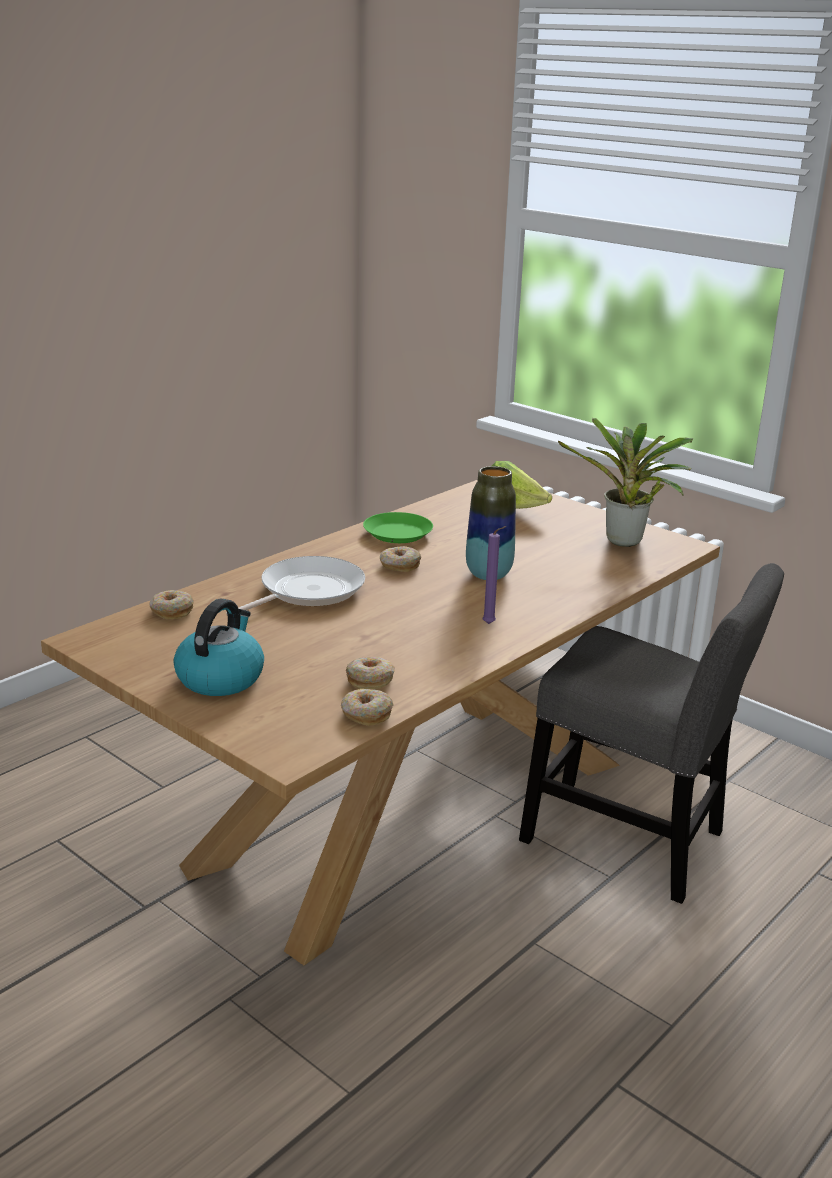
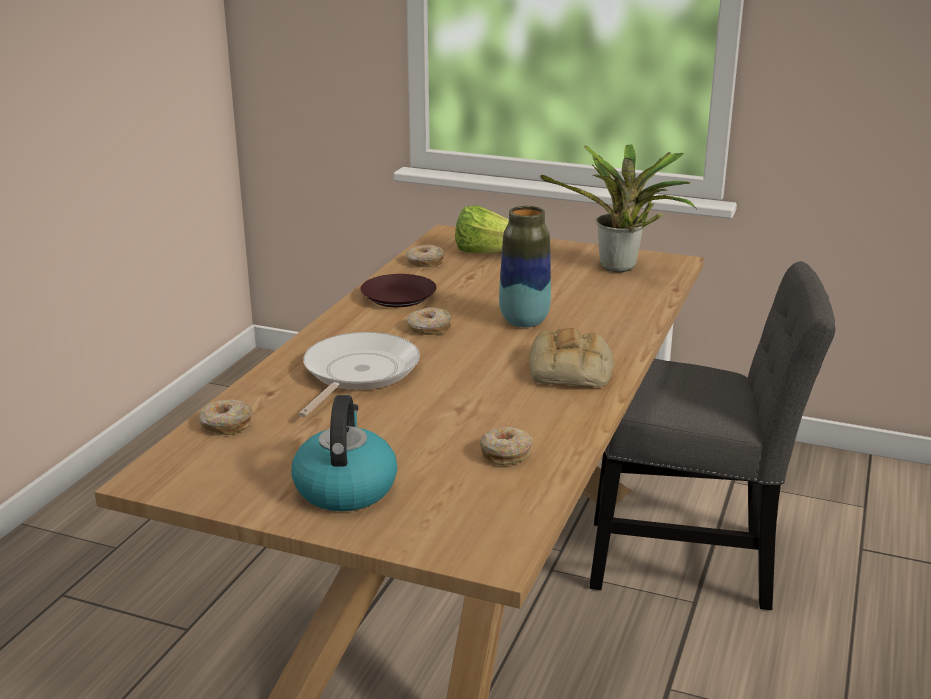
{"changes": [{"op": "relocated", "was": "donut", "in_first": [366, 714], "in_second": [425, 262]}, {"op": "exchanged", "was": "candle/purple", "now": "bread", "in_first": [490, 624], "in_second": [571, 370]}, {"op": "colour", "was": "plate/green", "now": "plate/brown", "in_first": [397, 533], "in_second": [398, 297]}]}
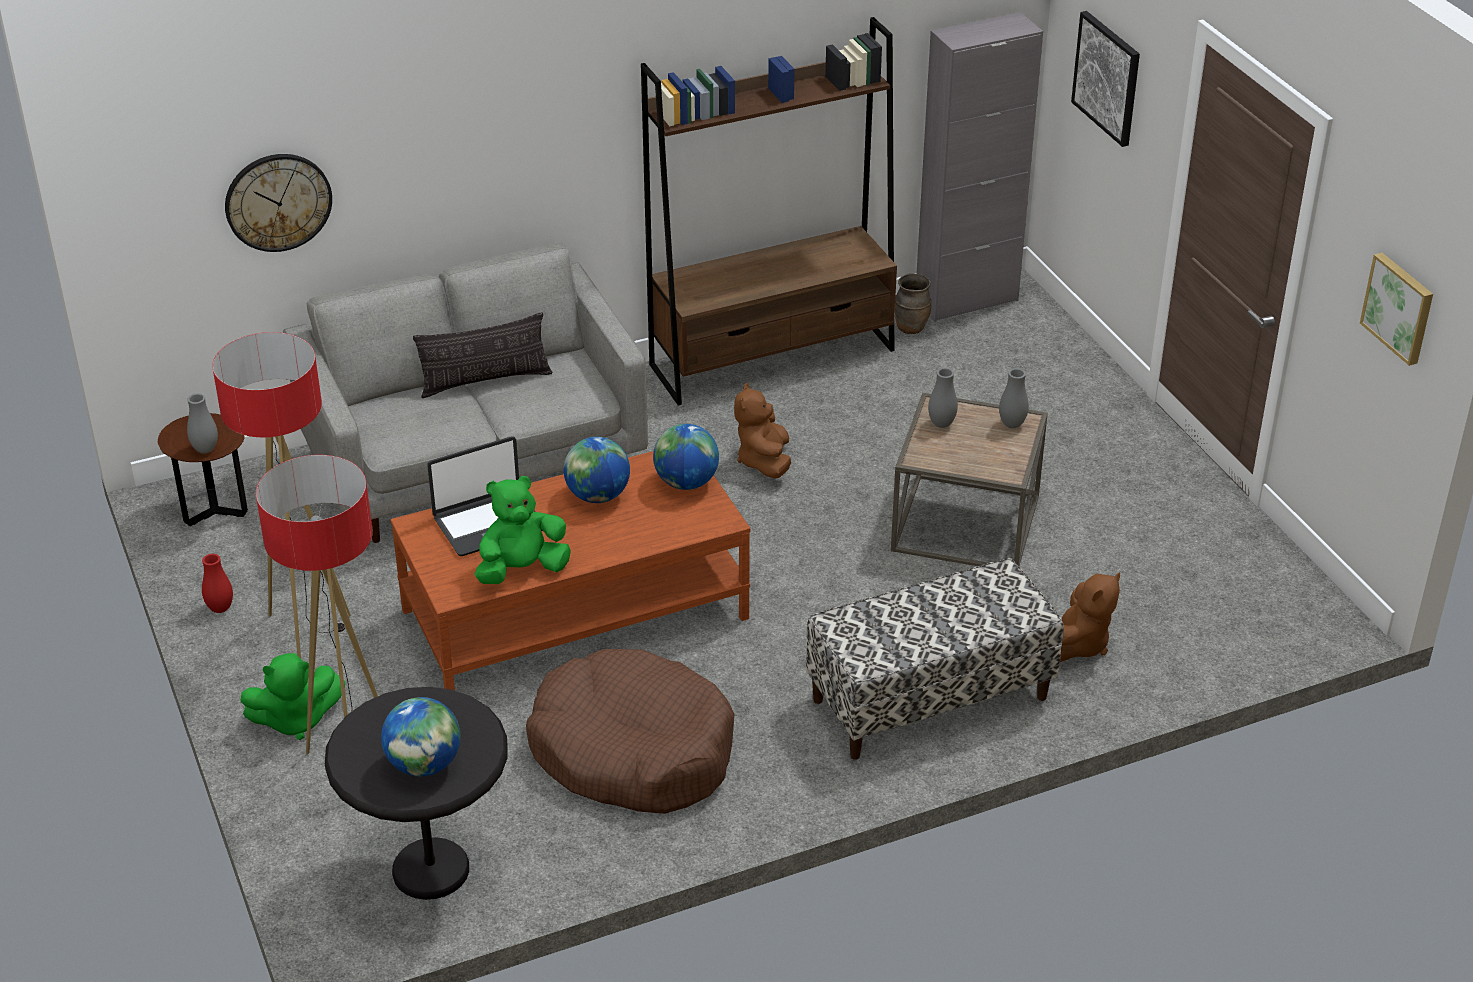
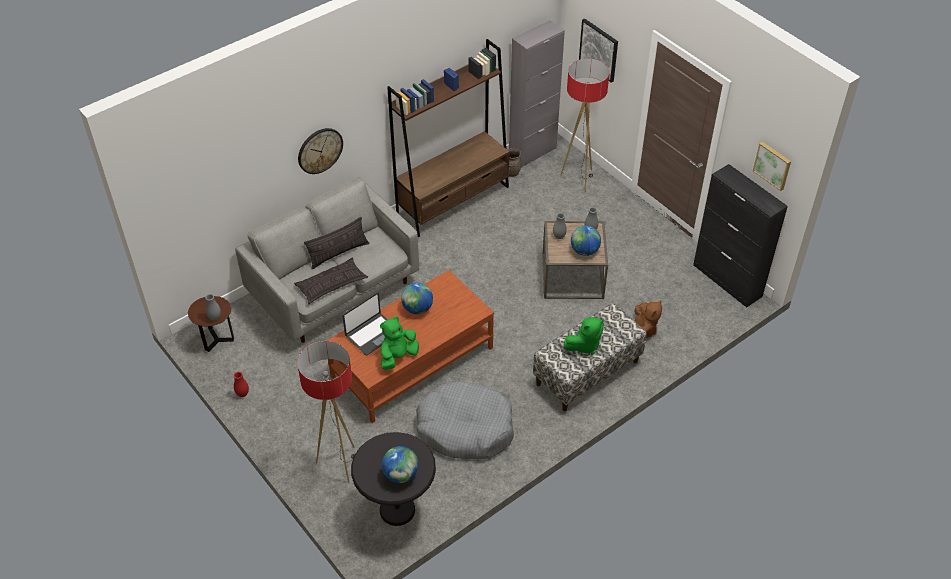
{"changes": [{"op": "missing", "was": "plush toy/brown", "in_first": [764, 461]}, {"op": "appeared", "now": "pillow", "in_second": [331, 284]}, {"op": "appeared", "now": "cabinet/black", "in_second": [727, 281]}, {"op": "relocated", "was": "floor lamp", "in_first": [307, 631], "in_second": [579, 179]}, {"op": "relocated", "was": "wall clock", "in_first": [278, 202], "in_second": [320, 150]}, {"op": "relocated", "was": "plush toy/green", "in_first": [295, 720], "in_second": [584, 345]}, {"op": "relocated", "was": "globe", "in_first": [686, 483], "in_second": [584, 251]}, {"op": "colour", "was": "dog bed/brown", "now": "dog bed/grey", "in_first": [632, 751], "in_second": [465, 428]}]}
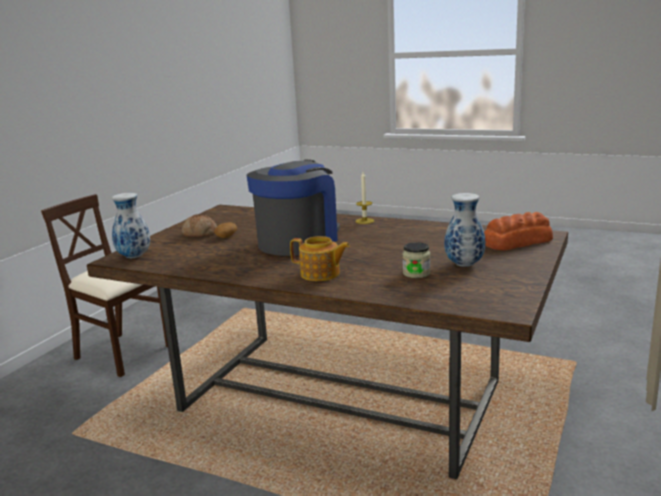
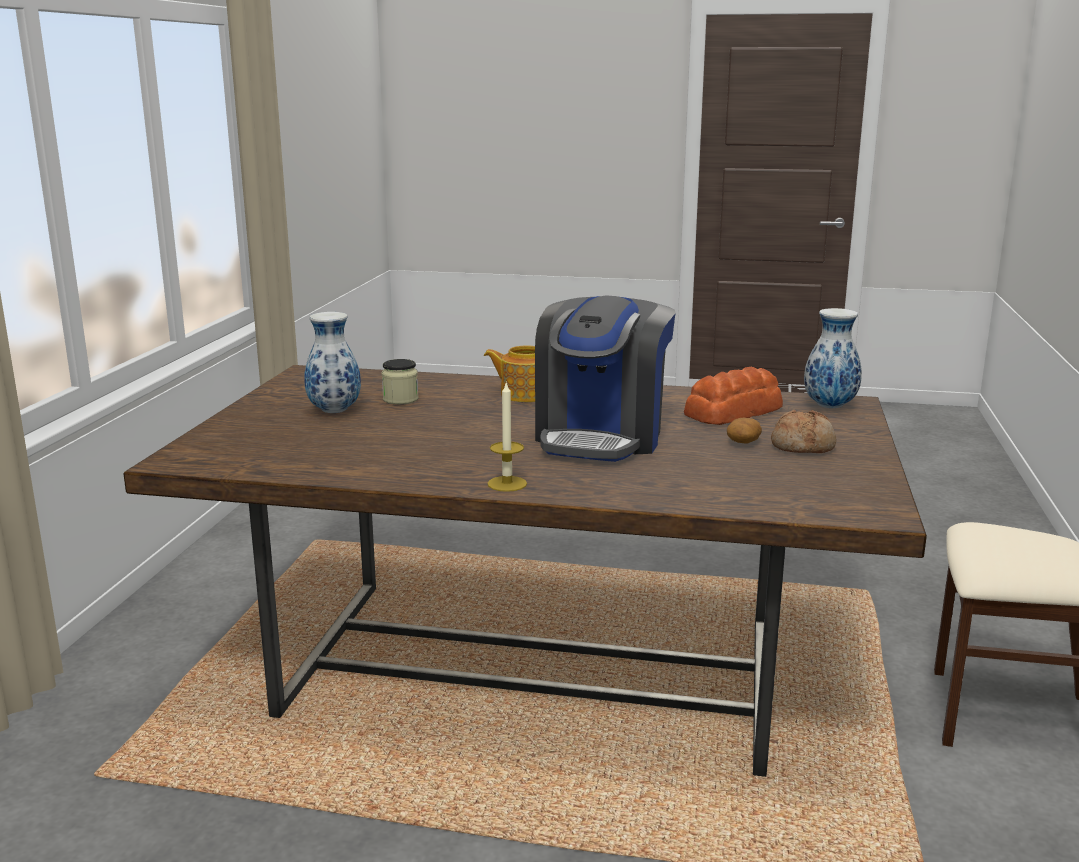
{"changes": [{"op": "relocated", "was": "bread", "in_first": [516, 242], "in_second": [734, 412]}]}
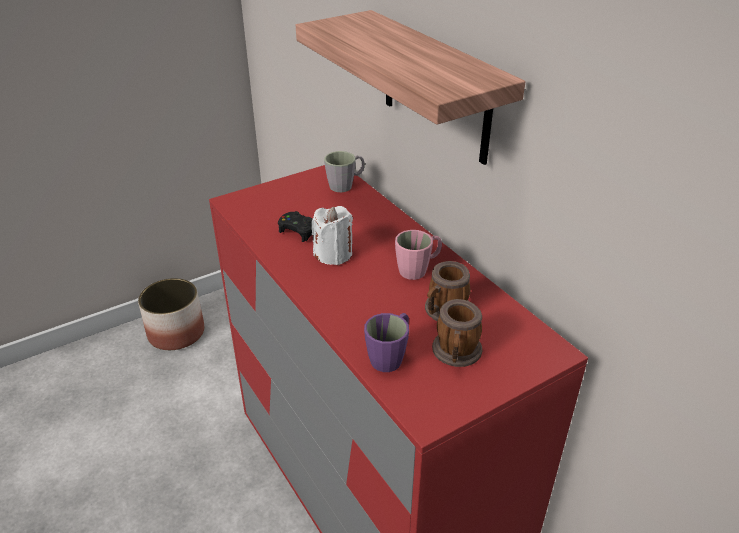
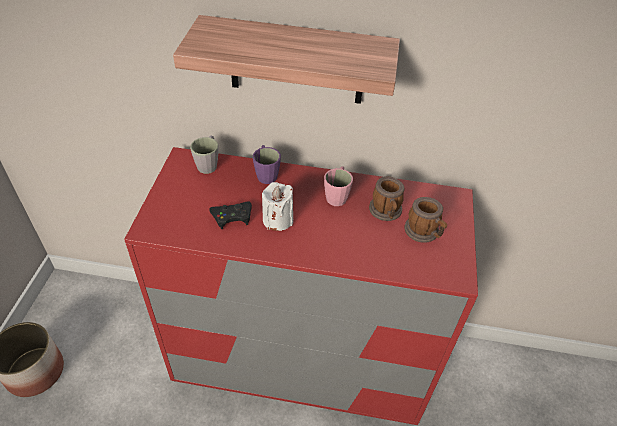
{"changes": [{"op": "relocated", "was": "mug/purple", "in_first": [390, 356], "in_second": [266, 173]}]}
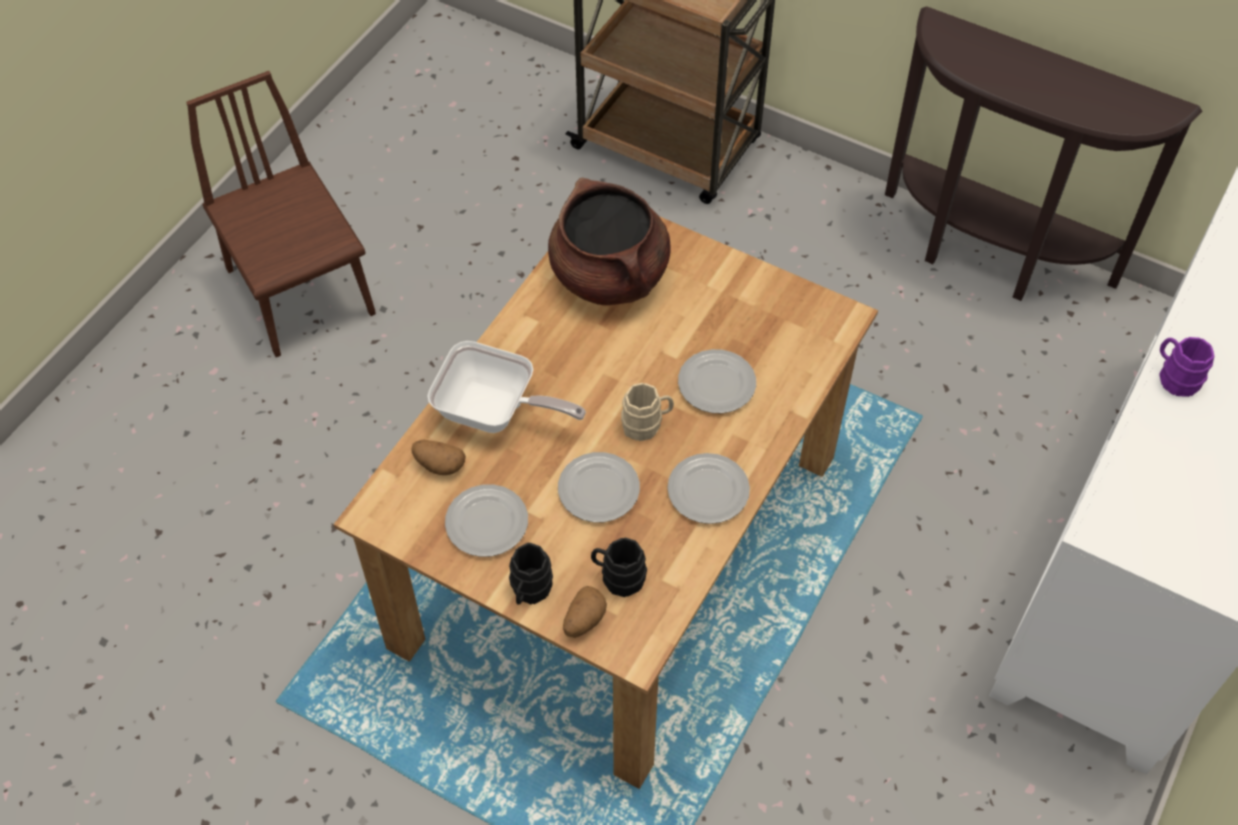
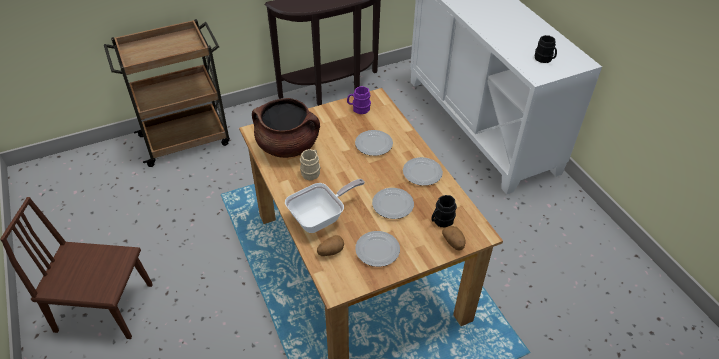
{"changes": [{"op": "relocated", "was": "mug/black", "in_first": [529, 590], "in_second": [544, 59]}, {"op": "relocated", "was": "mug/beige", "in_first": [647, 424], "in_second": [311, 171]}, {"op": "relocated", "was": "mug/purple", "in_first": [1174, 377], "in_second": [358, 109]}]}
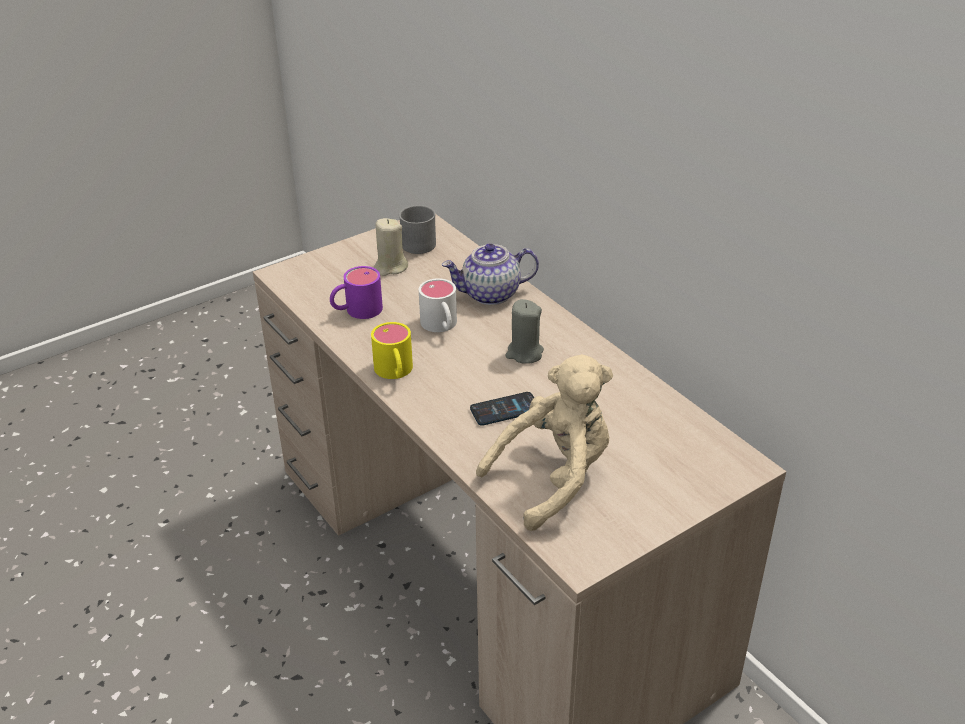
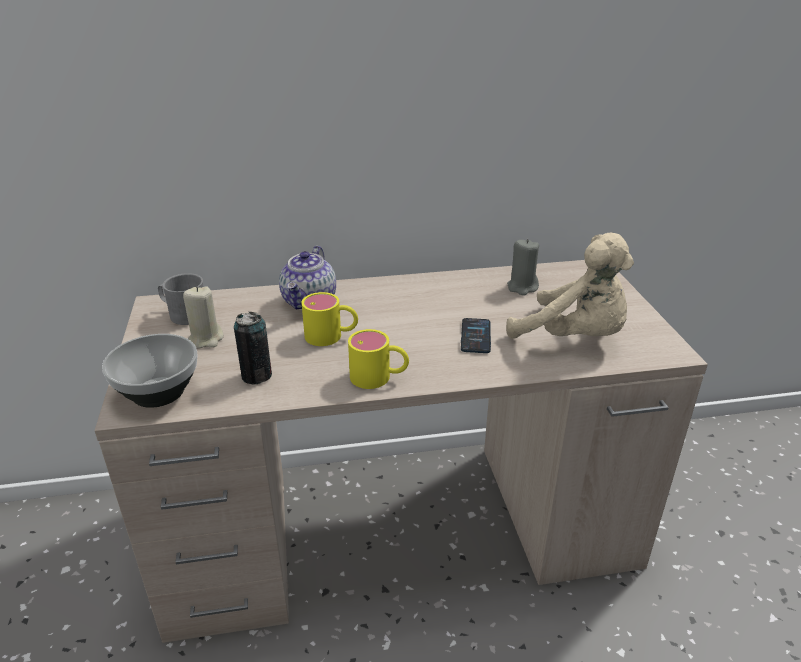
{"changes": [{"op": "appeared", "now": "bowl", "in_second": [157, 392]}, {"op": "relocated", "was": "candle/grey", "in_first": [524, 353], "in_second": [522, 287]}, {"op": "exchanged", "was": "mug/purple", "now": "can", "in_first": [356, 311], "in_second": [256, 376]}, {"op": "colour", "was": "mug/white", "now": "mug/yellow", "in_first": [441, 326], "in_second": [331, 336]}, {"op": "spun", "was": "plush toy/beige", "in_first": [554, 478], "in_second": [574, 337], "clockwise": 135}]}
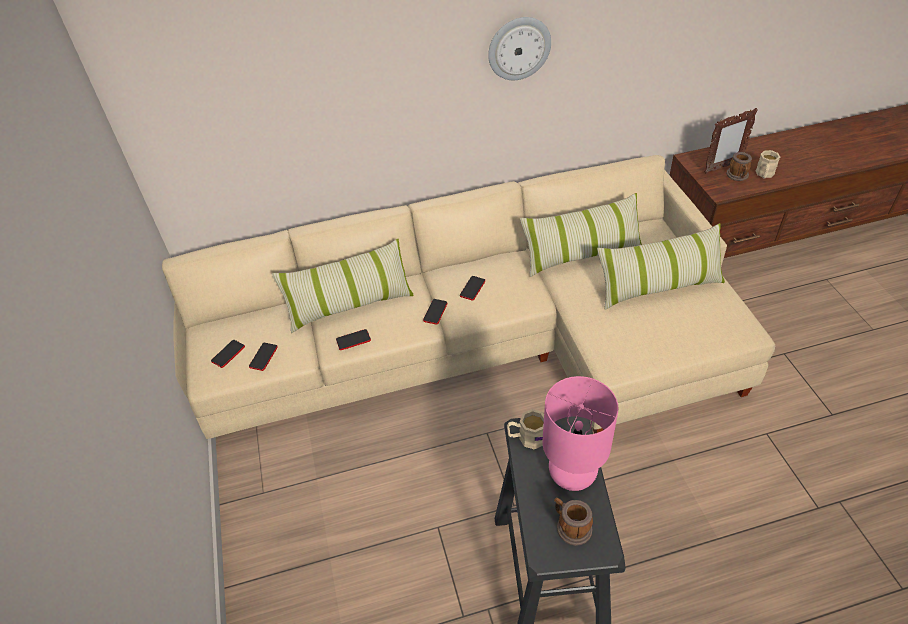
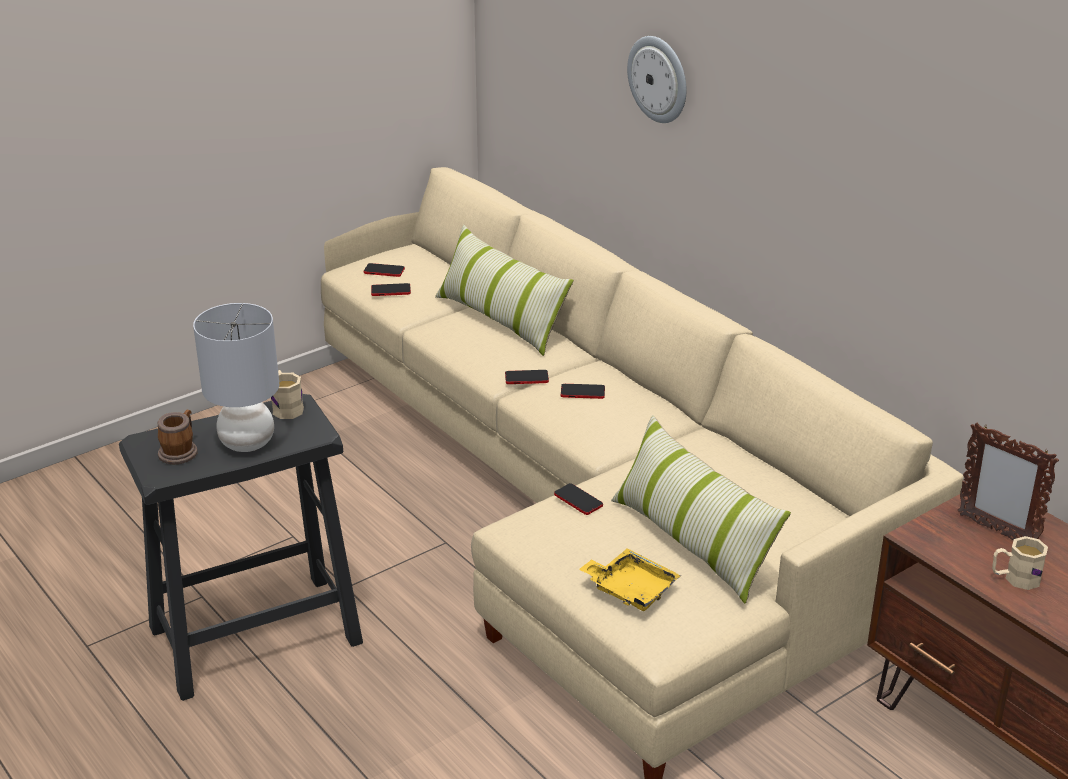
{"changes": [{"op": "missing", "was": "pillow", "in_first": [581, 254]}, {"op": "missing", "was": "mug", "in_first": [738, 176]}, {"op": "appeared", "now": "tray/yellow", "in_second": [630, 589]}, {"op": "relocated", "was": "phone", "in_first": [353, 340], "in_second": [578, 500]}, {"op": "relocated", "was": "wall clock", "in_first": [519, 48], "in_second": [659, 79]}, {"op": "colour", "was": "table lamp/pink", "now": "table lamp/grey", "in_first": [573, 474], "in_second": [247, 443]}]}
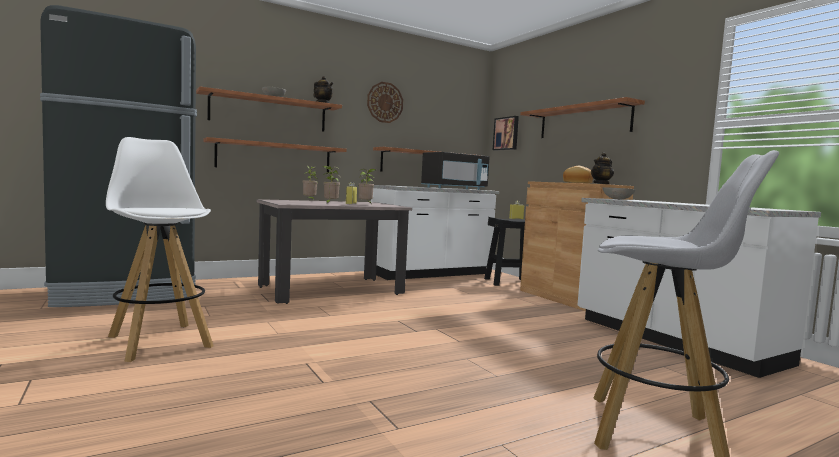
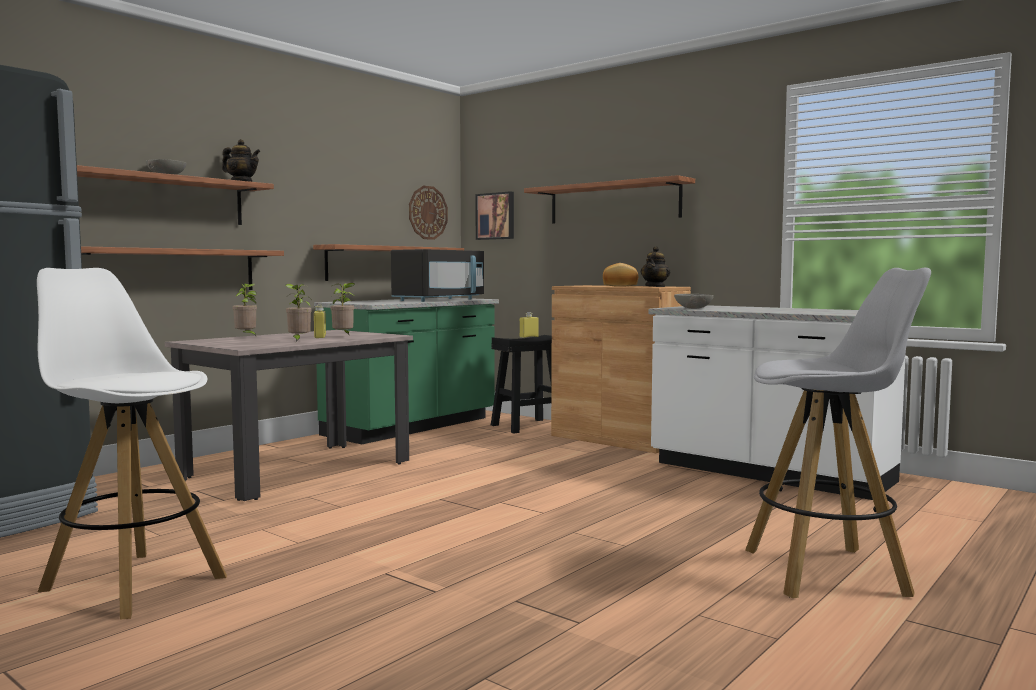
{"changes": [{"op": "relocated", "was": "wall clock", "in_first": [385, 102], "in_second": [427, 212]}, {"op": "colour", "was": "counter/white", "now": "counter/green", "in_first": [431, 273], "in_second": [412, 427]}]}
